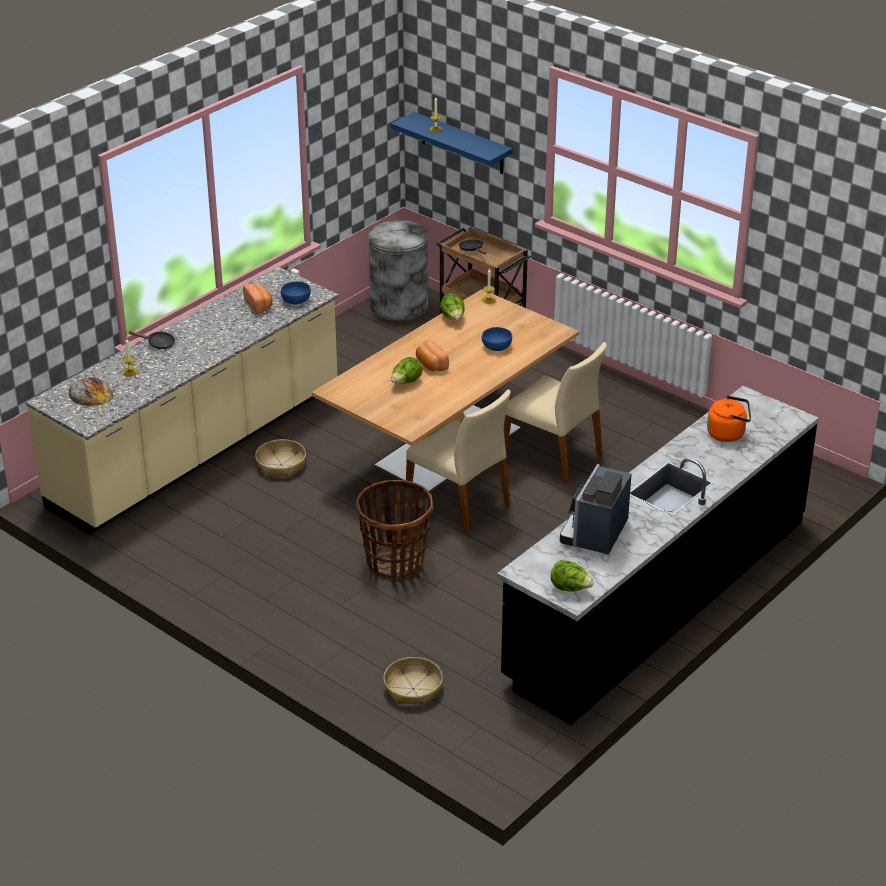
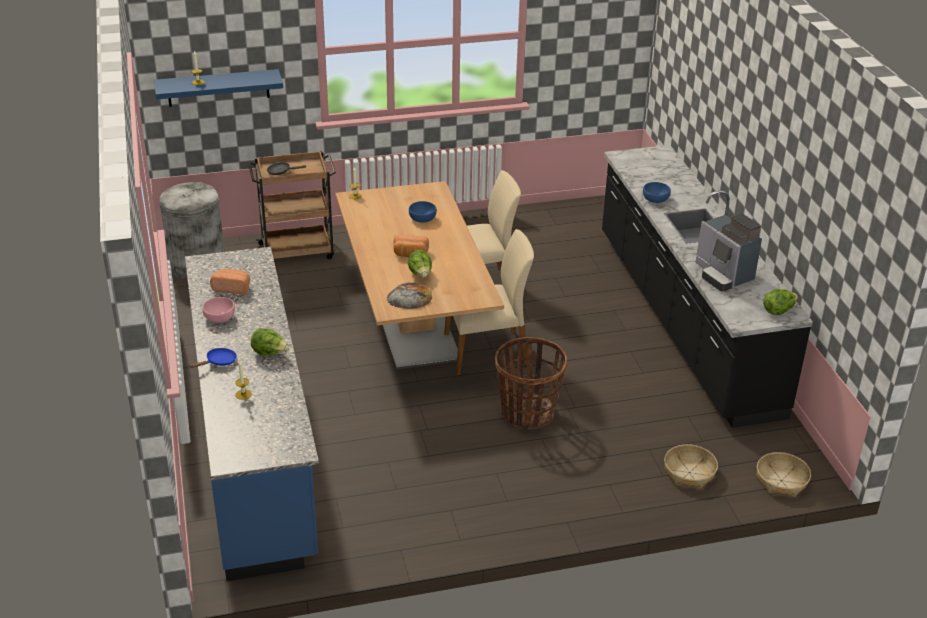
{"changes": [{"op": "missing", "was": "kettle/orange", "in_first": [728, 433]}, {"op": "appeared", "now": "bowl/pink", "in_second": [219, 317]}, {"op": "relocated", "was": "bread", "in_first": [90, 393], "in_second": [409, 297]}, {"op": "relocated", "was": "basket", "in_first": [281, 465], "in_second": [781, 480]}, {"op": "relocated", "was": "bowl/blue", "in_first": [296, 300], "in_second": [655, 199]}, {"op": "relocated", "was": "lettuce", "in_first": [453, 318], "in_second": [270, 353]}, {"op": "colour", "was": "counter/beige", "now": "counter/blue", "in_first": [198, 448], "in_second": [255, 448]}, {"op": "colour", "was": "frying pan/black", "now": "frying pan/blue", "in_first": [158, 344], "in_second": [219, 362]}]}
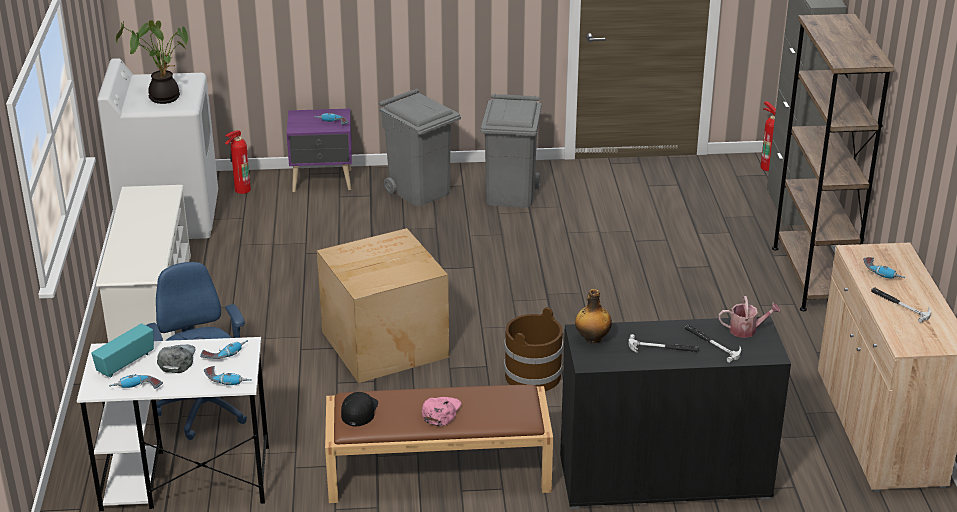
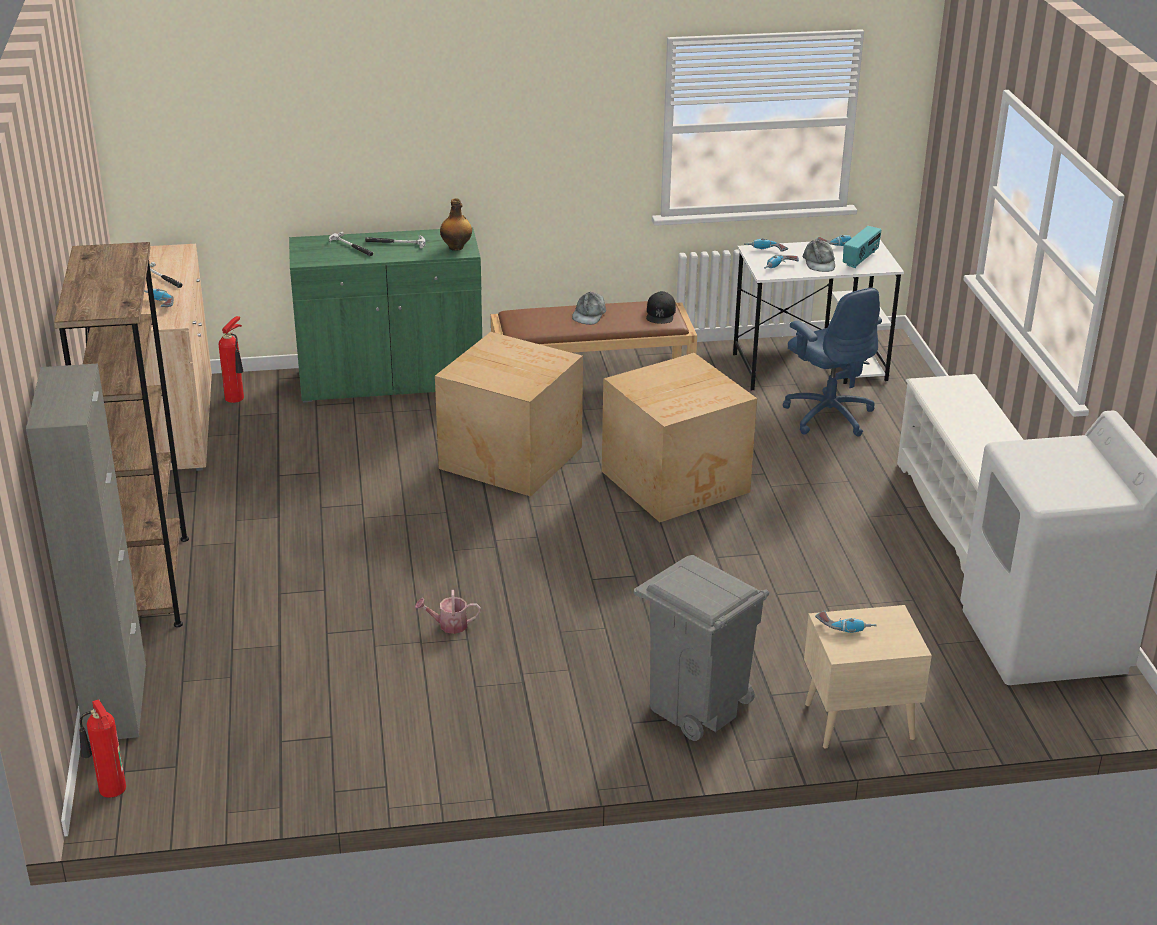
{"changes": [{"op": "missing", "was": "potted plant", "in_first": [163, 97]}, {"op": "missing", "was": "trash can/grey", "in_first": [511, 195]}, {"op": "relocated", "was": "fire extinguisher", "in_first": [240, 190], "in_second": [237, 398]}, {"op": "relocated", "was": "watering can", "in_first": [747, 330], "in_second": [449, 625]}, {"op": "exchanged", "was": "bucket/brown", "now": "cardboard box", "in_first": [533, 376], "in_second": [510, 456]}, {"op": "colour", "was": "nightstand/purple", "now": "nightstand/beige", "in_first": [323, 181], "in_second": [856, 720]}, {"op": "colour", "was": "cap/pink", "now": "cap/grey", "in_first": [441, 412], "in_second": [589, 314]}, {"op": "colour", "was": "cabinet/black", "now": "cabinet/green", "in_first": [664, 478], "in_second": [391, 381]}]}
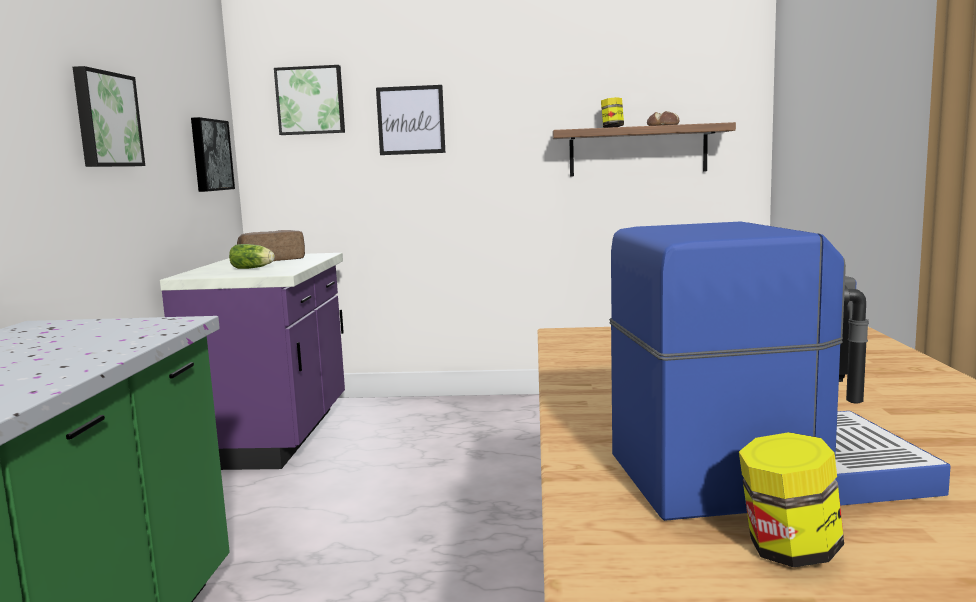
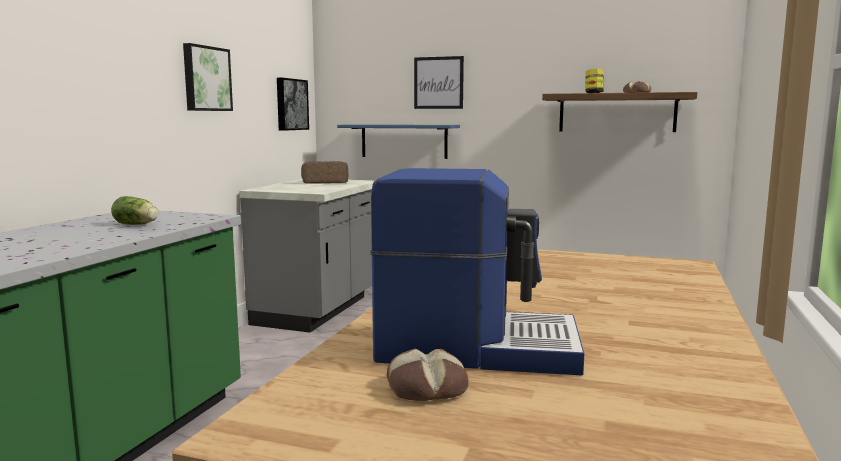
{"changes": [{"op": "missing", "was": "picture", "in_first": [310, 100]}, {"op": "appeared", "now": "shelf/blue", "in_second": [404, 141]}, {"op": "relocated", "was": "lettuce", "in_first": [253, 268], "in_second": [137, 225]}, {"op": "exchanged", "was": "jar", "now": "bread", "in_first": [789, 551], "in_second": [427, 388]}, {"op": "colour", "was": "counter/purple", "now": "counter/grey", "in_first": [276, 436], "in_second": [318, 310]}]}
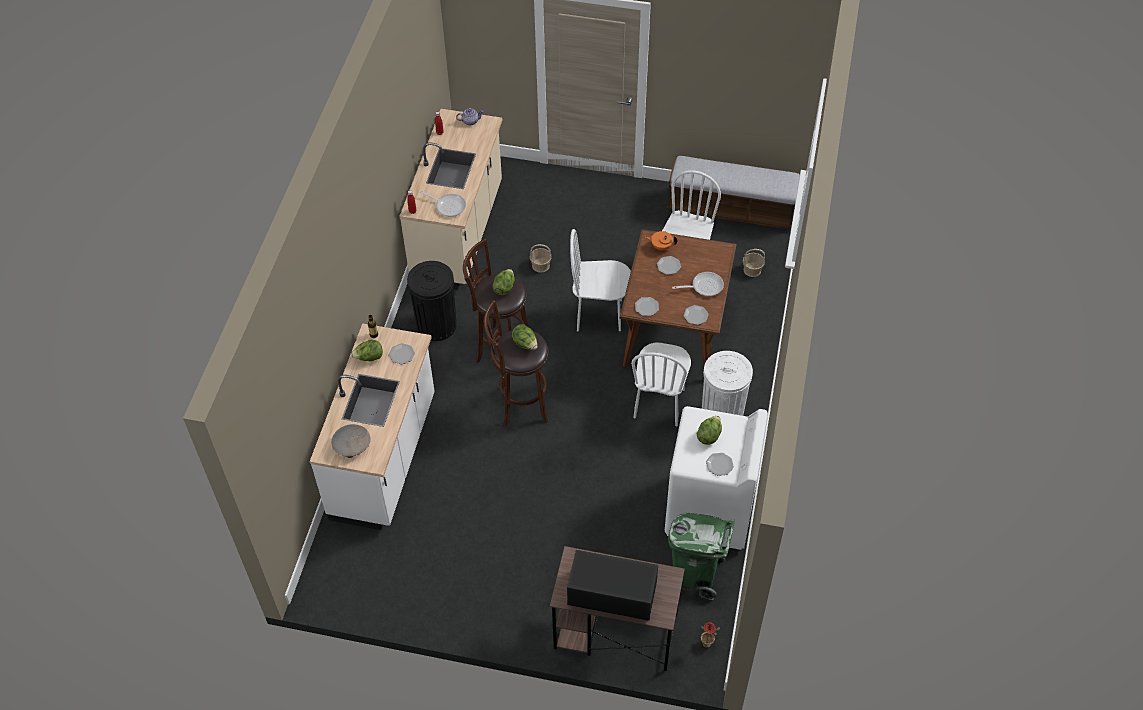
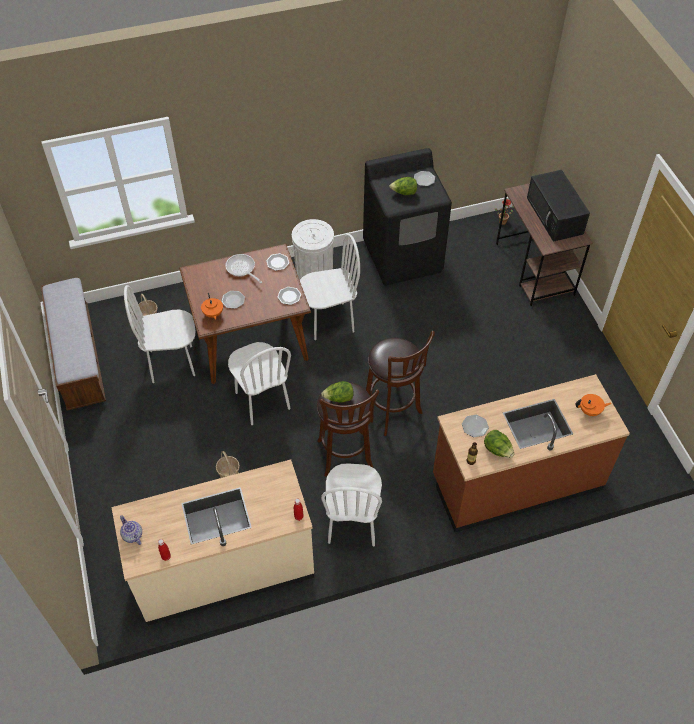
{"changes": [{"op": "missing", "was": "frying pan", "in_first": [448, 206]}, {"op": "missing", "was": "lettuce", "in_first": [525, 344]}, {"op": "missing", "was": "trash can/green", "in_first": [696, 575]}, {"op": "exchanged", "was": "bowl/beige", "now": "teapot/orange", "in_first": [351, 445], "in_second": [590, 411]}, {"op": "exchanged", "was": "trash can/black", "now": "chair/white", "in_first": [436, 325], "in_second": [352, 523]}, {"op": "colour", "was": "counter/white", "now": "counter/brown", "in_first": [385, 458], "in_second": [516, 482]}, {"op": "colour", "was": "washing machine/white", "now": "washing machine/black", "in_first": [710, 511], "in_second": [403, 256]}]}
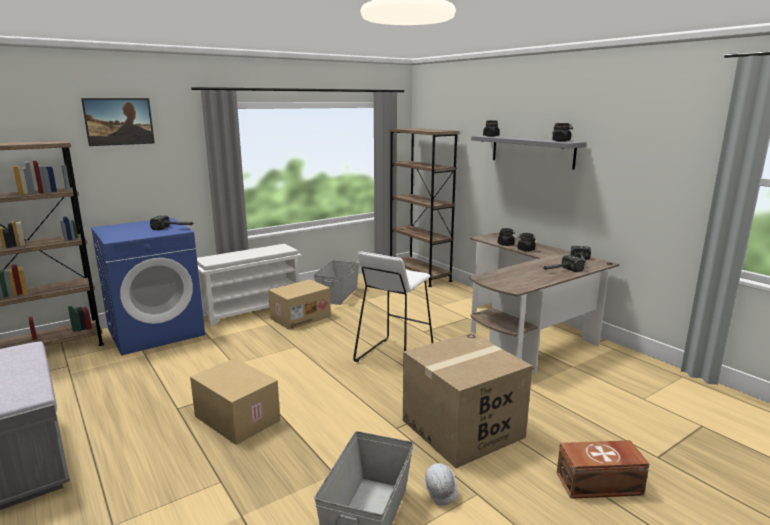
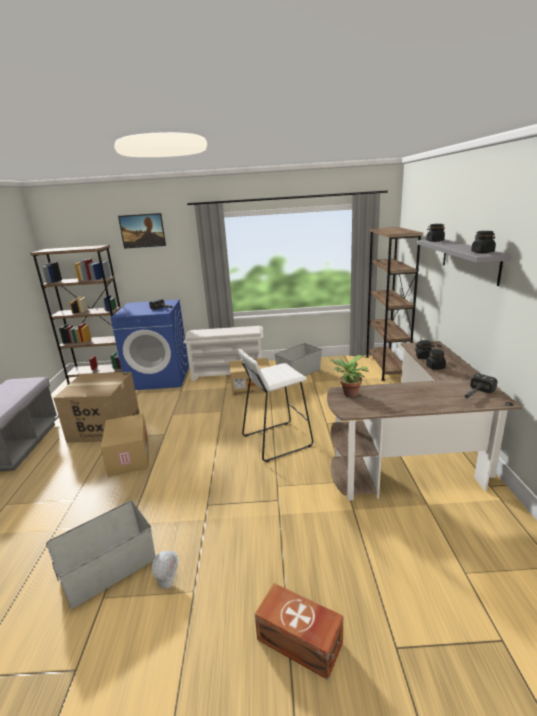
{"changes": [{"op": "missing", "was": "hammer", "in_first": [559, 271]}, {"op": "appeared", "now": "potted plant", "in_second": [348, 394]}, {"op": "relocated", "was": "cardboard box", "in_first": [462, 429], "in_second": [104, 427]}]}
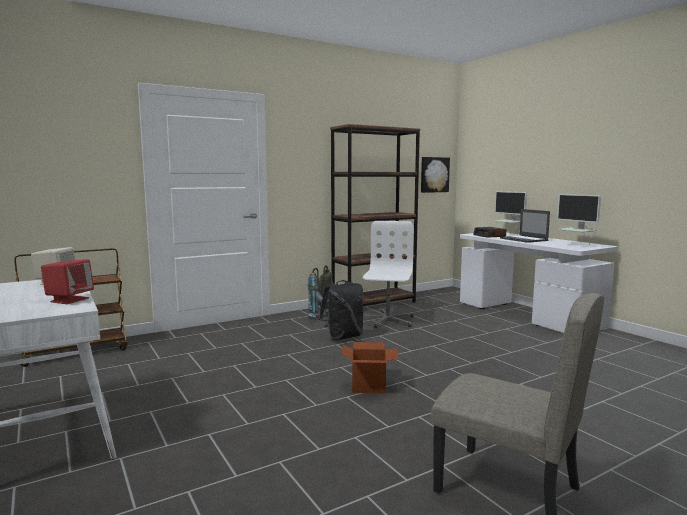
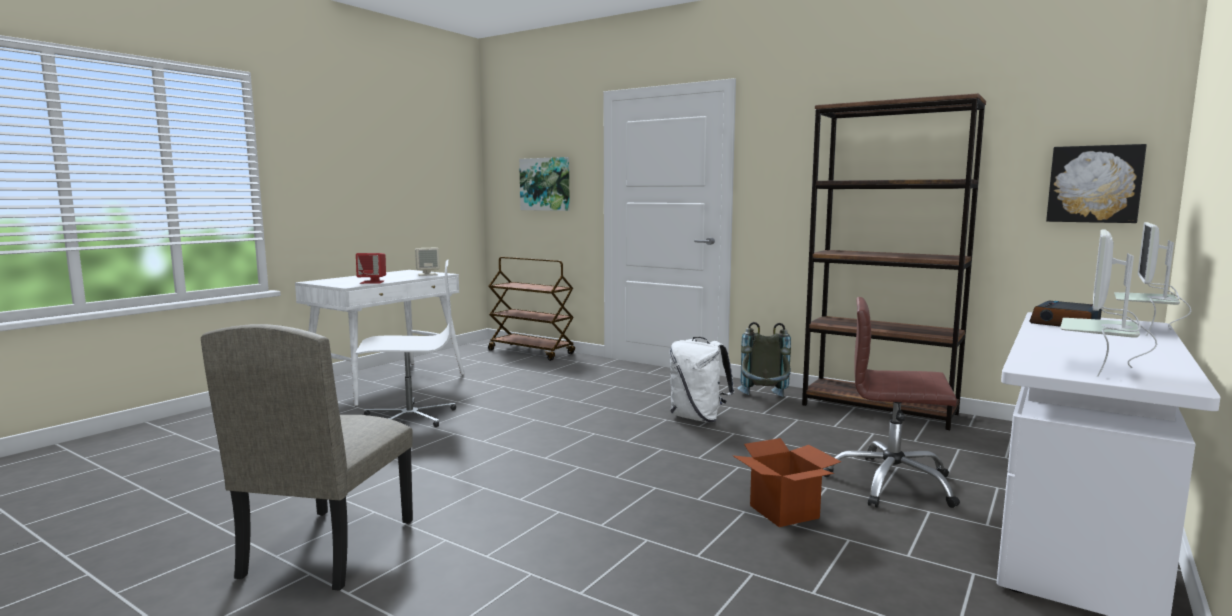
{"changes": [{"op": "missing", "was": "laptop", "in_first": [524, 239]}, {"op": "appeared", "now": "picture", "in_second": [545, 184]}, {"op": "appeared", "now": "office chair/brown", "in_second": [891, 484]}, {"op": "relocated", "was": "cardboard box", "in_first": [368, 386], "in_second": [783, 512]}, {"op": "relocated", "was": "office chair/white", "in_first": [387, 320], "in_second": [409, 417]}, {"op": "colour", "was": "backpack/black", "now": "backpack/white", "in_first": [343, 337], "in_second": [698, 418]}]}
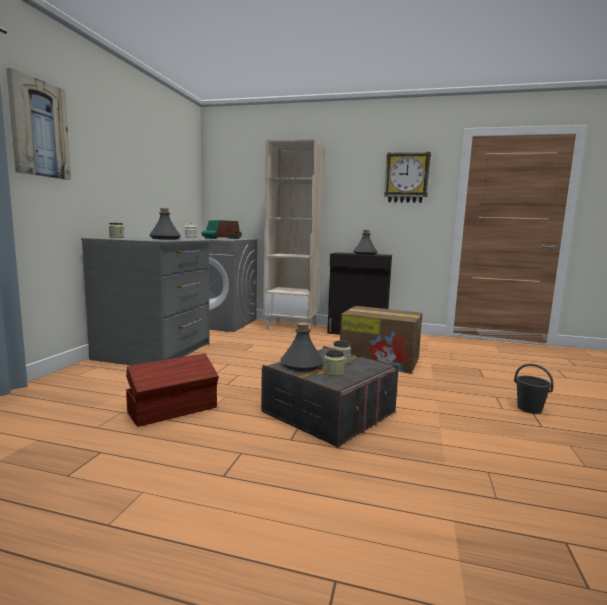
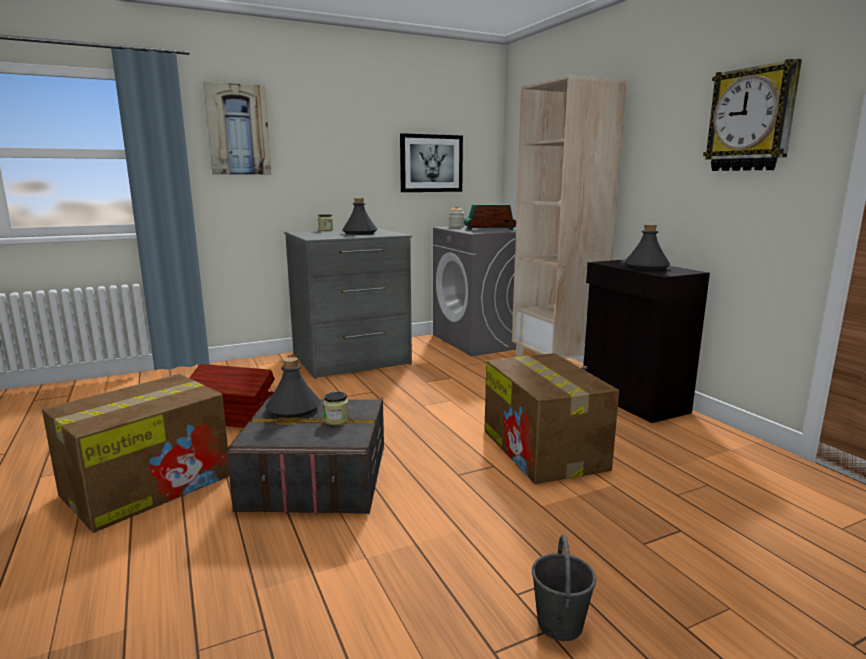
{"changes": [{"op": "missing", "was": "jar", "in_first": [334, 372]}, {"op": "appeared", "now": "cardboard box", "in_second": [149, 484]}, {"op": "appeared", "now": "picture", "in_second": [431, 163]}]}
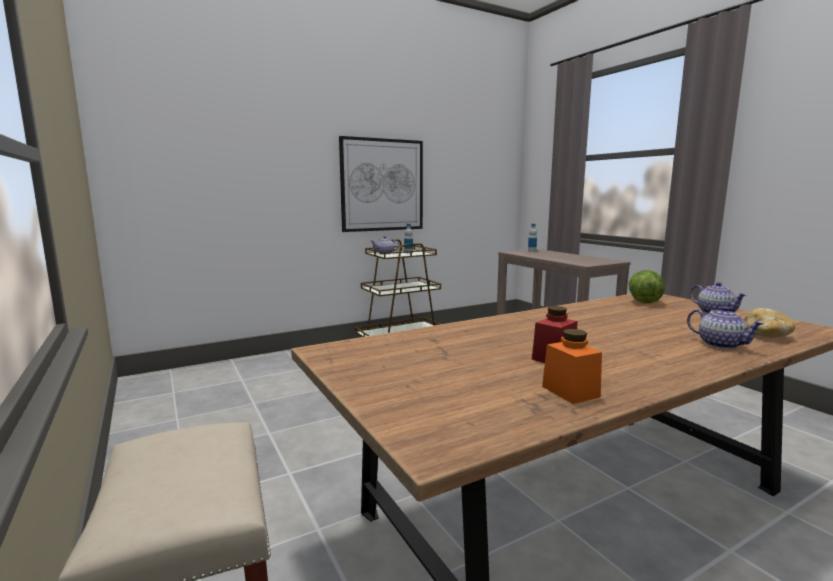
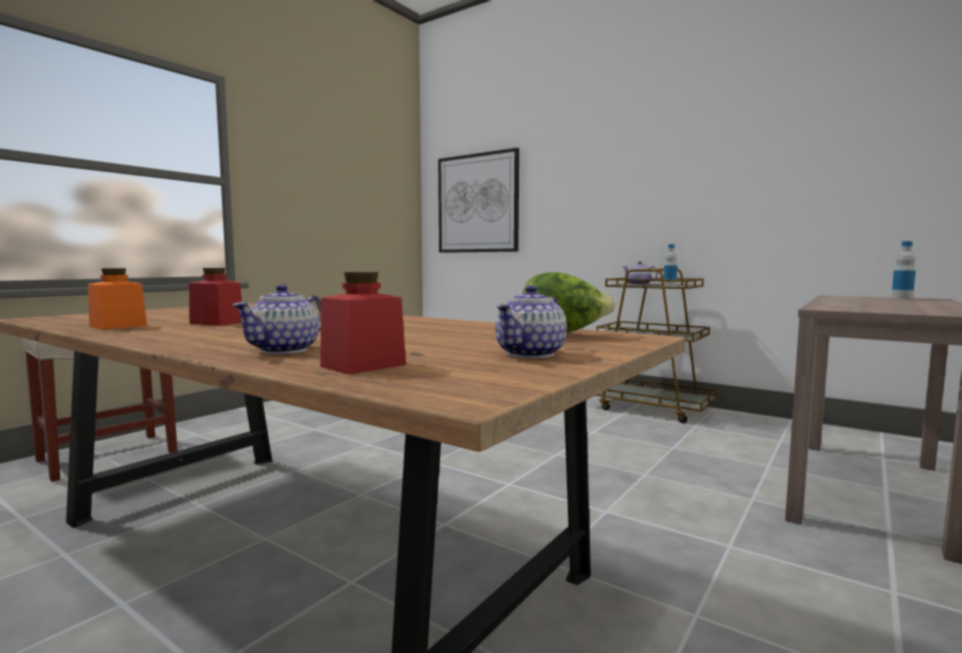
{"changes": [{"op": "relocated", "was": "picture", "in_first": [382, 185], "in_second": [477, 203]}, {"op": "exchanged", "was": "bread", "now": "jar/red", "in_first": [765, 335], "in_second": [363, 365]}]}
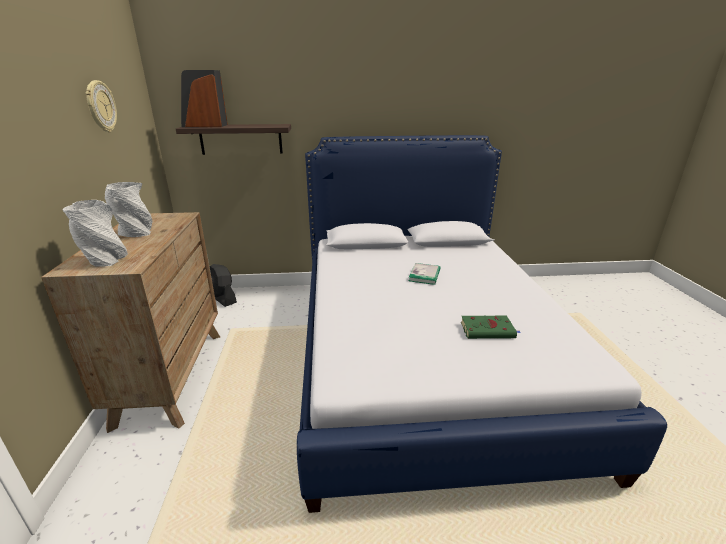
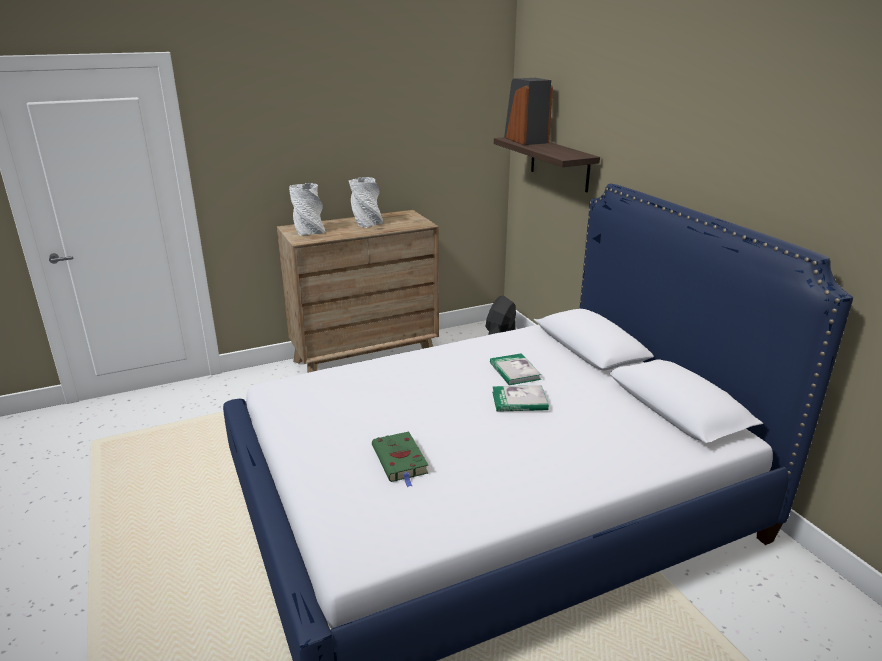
{"changes": [{"op": "missing", "was": "wall clock", "in_first": [100, 106]}, {"op": "appeared", "now": "book", "in_second": [514, 371]}]}
